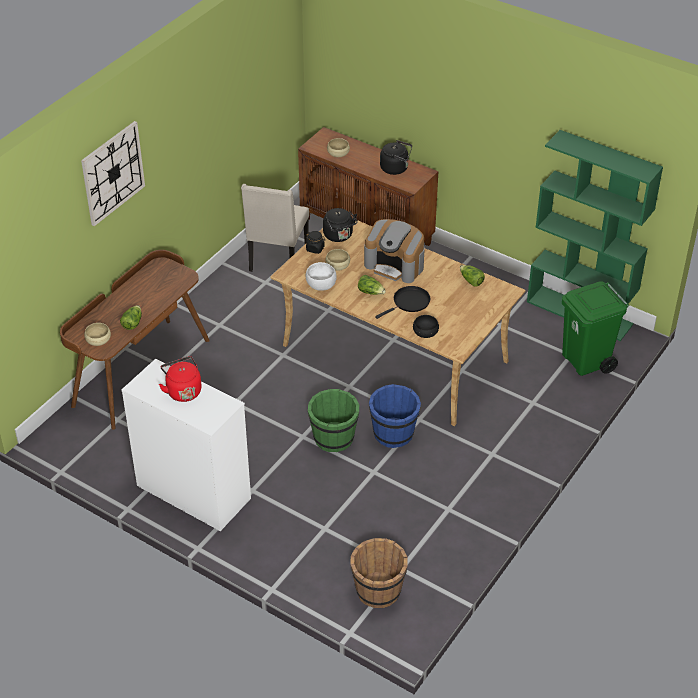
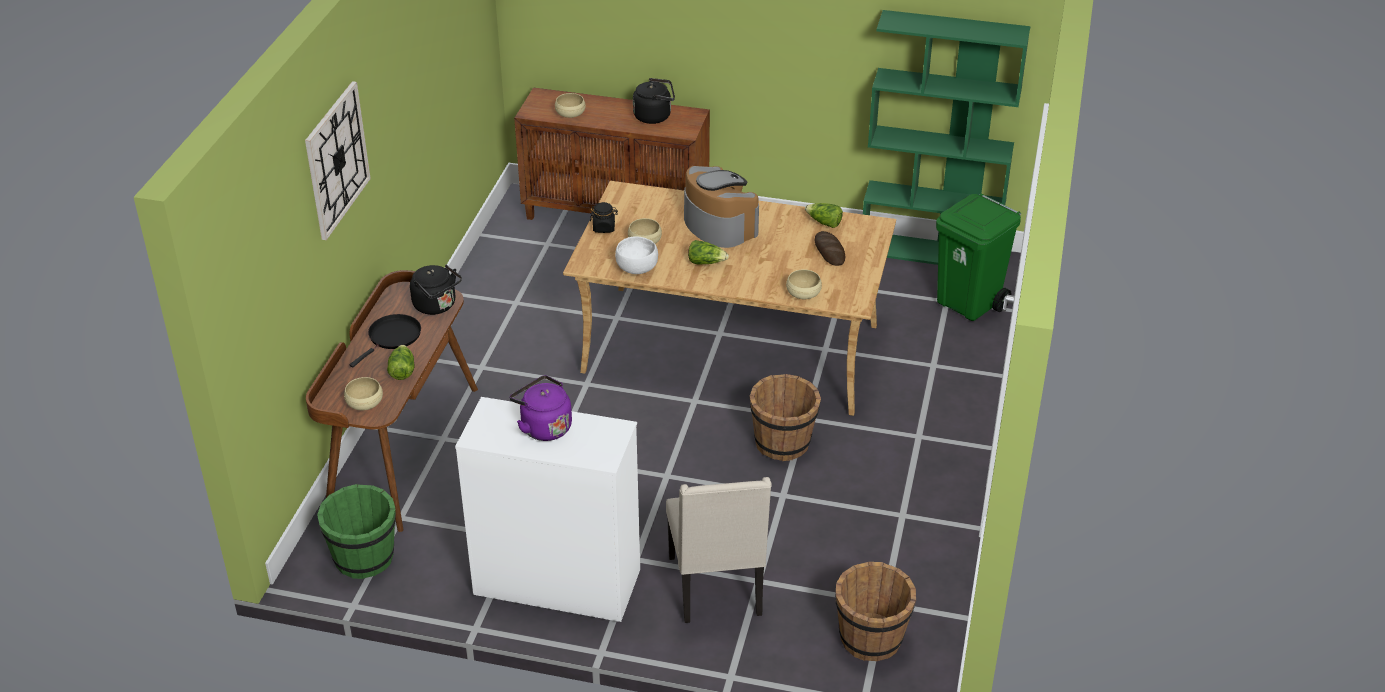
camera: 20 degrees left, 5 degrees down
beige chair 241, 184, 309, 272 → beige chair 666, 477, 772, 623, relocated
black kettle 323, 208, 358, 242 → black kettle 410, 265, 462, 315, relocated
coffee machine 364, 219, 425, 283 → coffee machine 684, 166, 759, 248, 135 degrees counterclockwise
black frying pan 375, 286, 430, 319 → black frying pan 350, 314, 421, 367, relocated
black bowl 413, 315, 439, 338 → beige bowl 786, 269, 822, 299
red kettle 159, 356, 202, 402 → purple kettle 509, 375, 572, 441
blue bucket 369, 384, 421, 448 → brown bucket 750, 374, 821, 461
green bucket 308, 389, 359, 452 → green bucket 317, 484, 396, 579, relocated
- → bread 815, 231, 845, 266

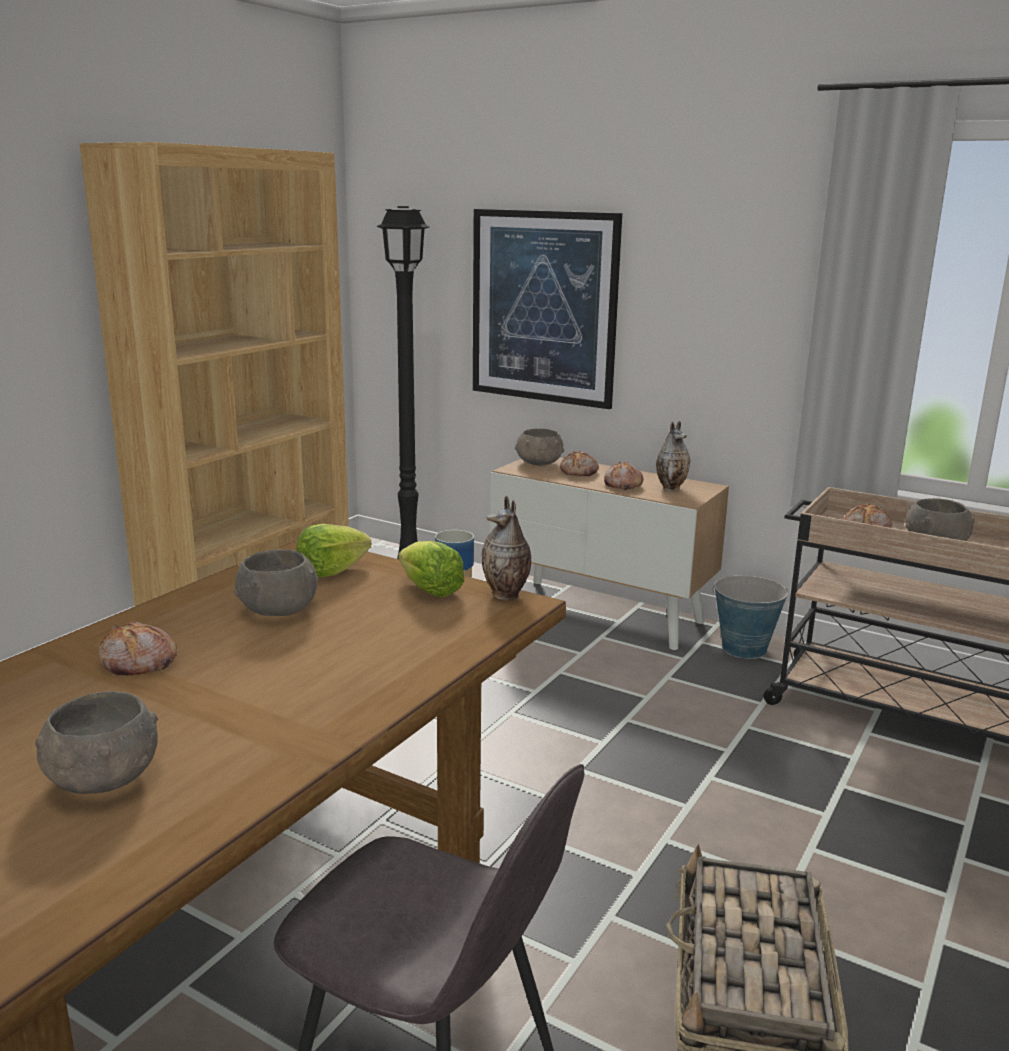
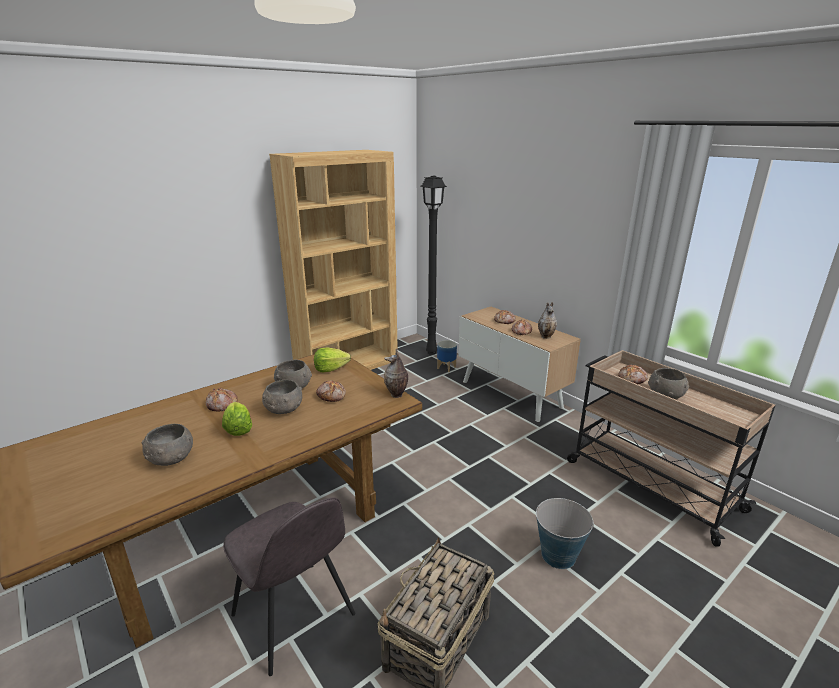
camera: 20 degrees right, 5 degrees up
picture 473, 209, 622, 409 → -
grey bowl 515, 429, 564, 466 → grey bowl 262, 380, 302, 414, relocated
lettuce 399, 541, 464, 597 → lettuce 222, 402, 252, 436, relocated
bucket 712, 575, 788, 659 → bucket 536, 498, 594, 569, relocated
- → bread 316, 380, 346, 402

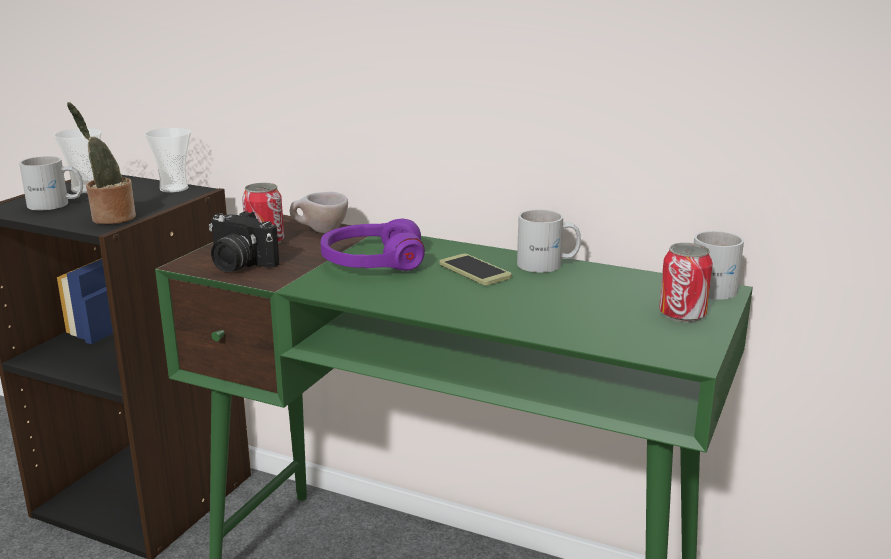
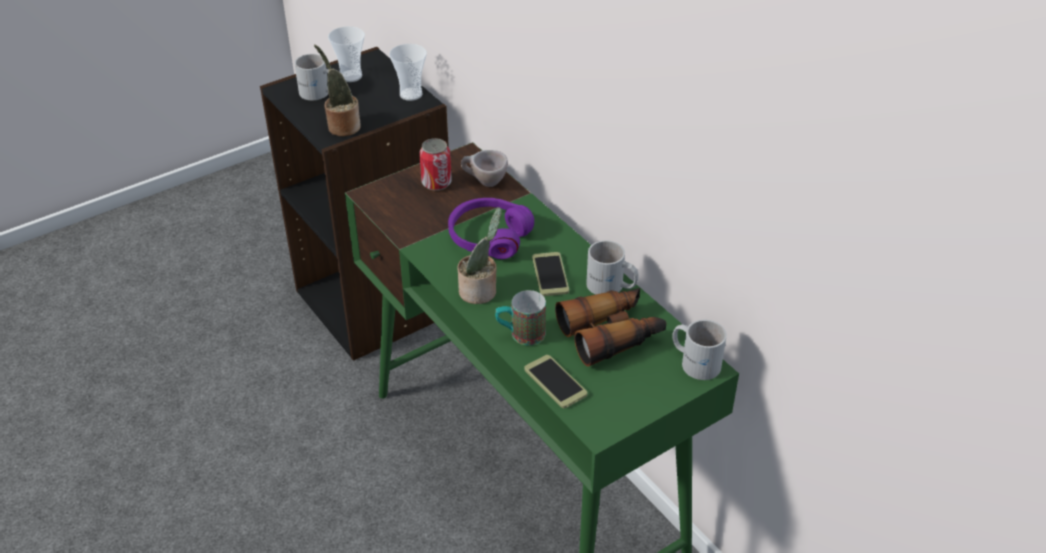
camera: 30 degrees right, 20 degrees up
photo camera 209, 211, 279, 272 → -
can 659, 243, 713, 323 → -
- → potted plant 458, 207, 502, 304
- → binoculars 555, 288, 666, 367
- → mug 495, 290, 546, 346
- → phone 524, 355, 587, 408

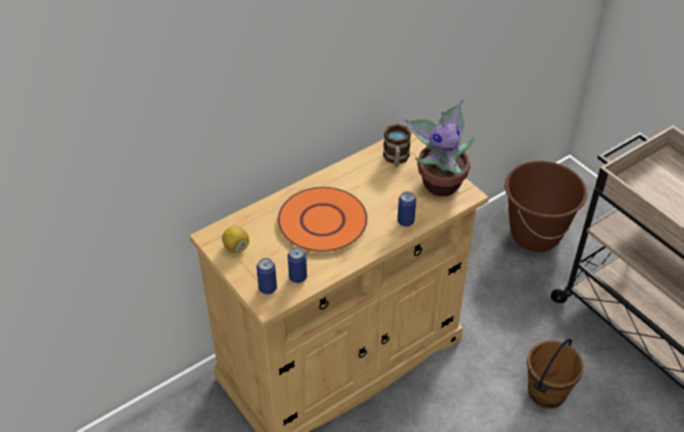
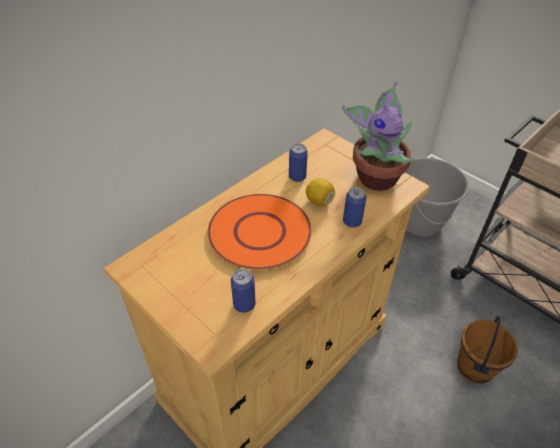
camera: 10 degrees left, 0 degrees up
mug 383, 124, 411, 167 → -
brown bucket 505, 161, 587, 252 → grey bucket 405, 158, 470, 237
lemon 222, 226, 249, 253 → lemon 306, 178, 335, 206, relocated
can 257, 258, 277, 294 → can 289, 143, 308, 182, relocated

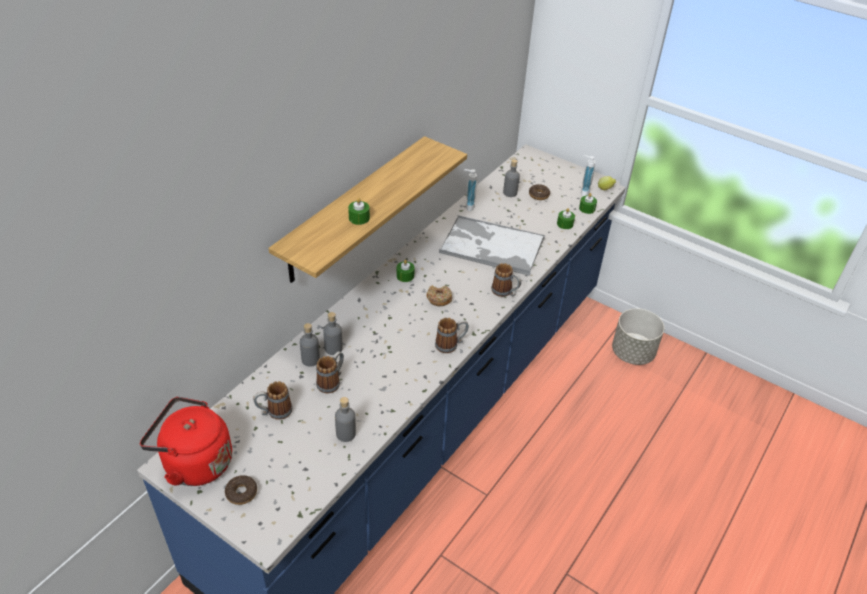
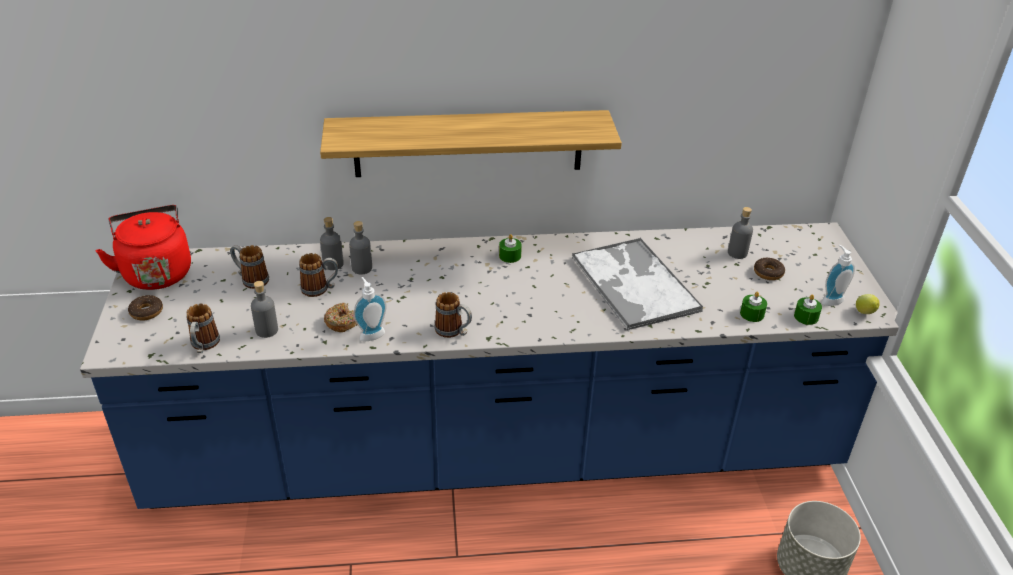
camera: 50 degrees right, 5 degrees down
soap dispenser 464, 169, 477, 211 → soap dispenser 354, 277, 387, 342, relocated
green candle 348, 198, 370, 225 → -
mug 492, 263, 521, 297 → mug 187, 304, 220, 353, relocated
donut 427, 285, 452, 306 → donut 324, 303, 357, 332, relocated

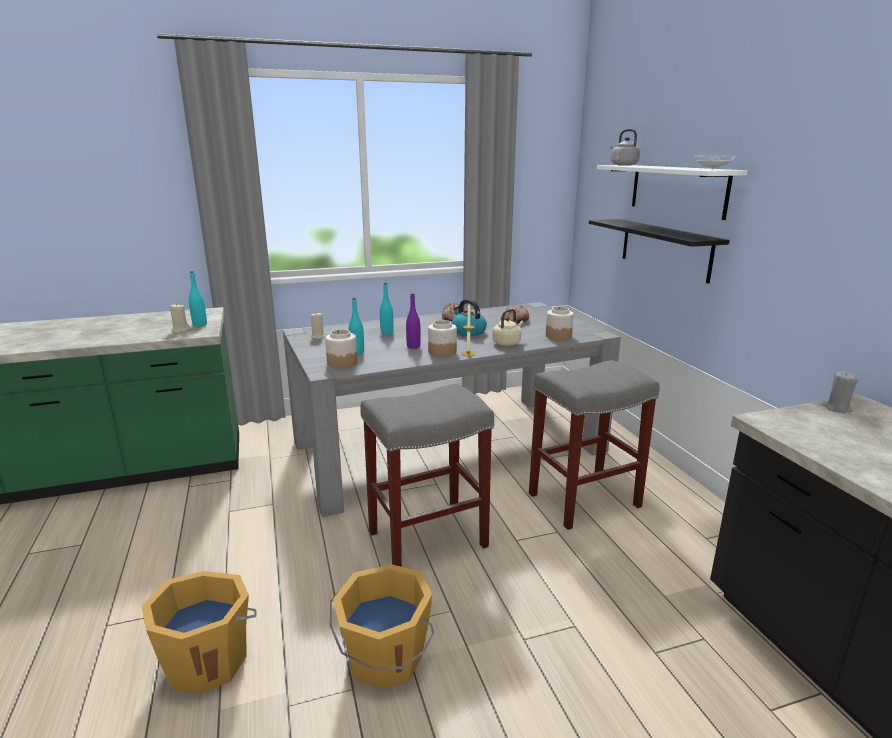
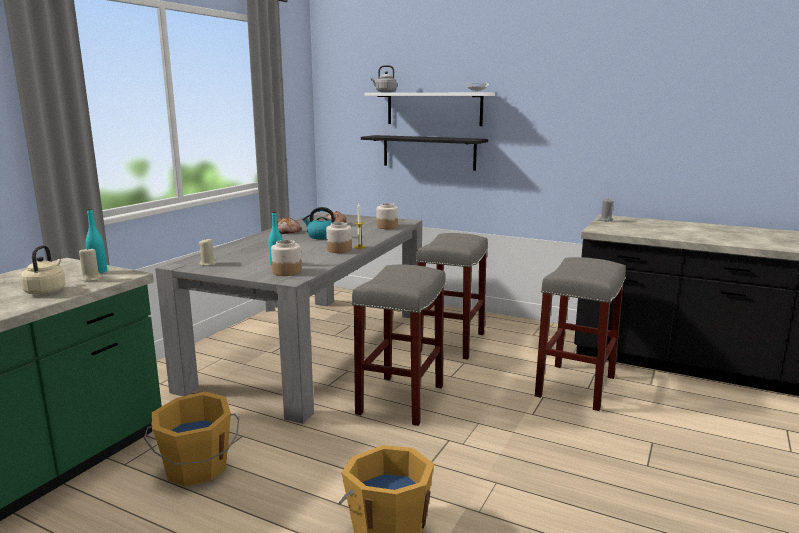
camera: 45 degrees left, 5 degrees down
turquoise bottle 380, 283, 394, 335 → -
purple bottle 406, 293, 421, 349 → -
beige kettle 492, 309, 523, 346 → beige kettle 20, 245, 66, 295, relocated
orange bucket 330, 564, 434, 690 → orange bucket 144, 392, 239, 486, relocated
- → grey stool 535, 257, 626, 411

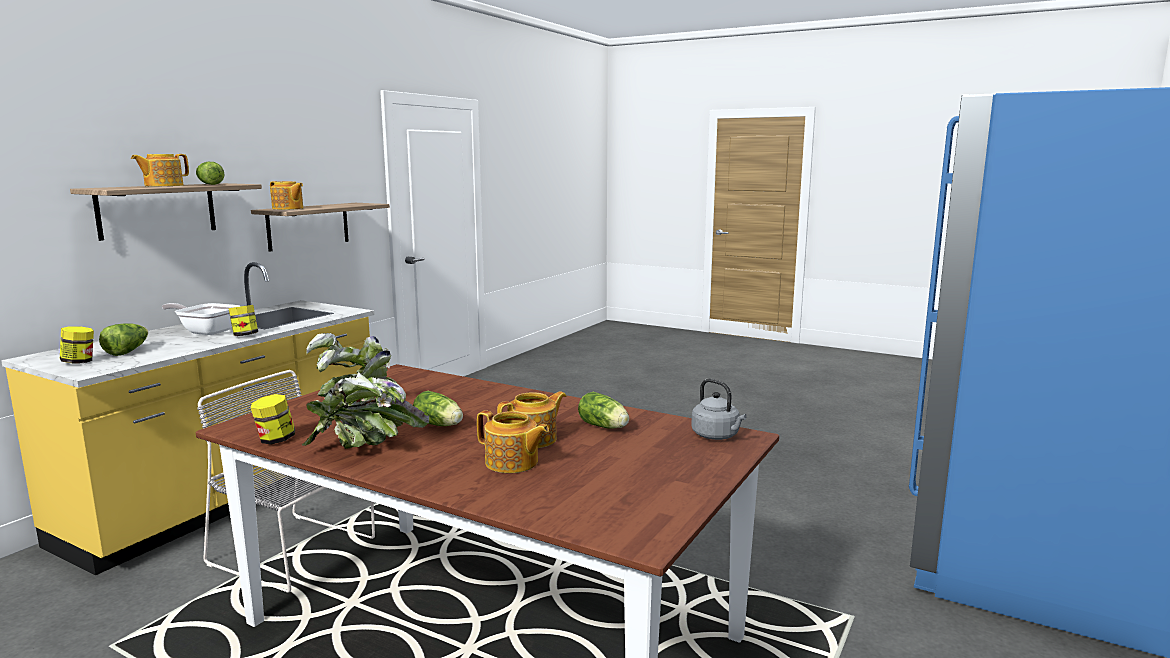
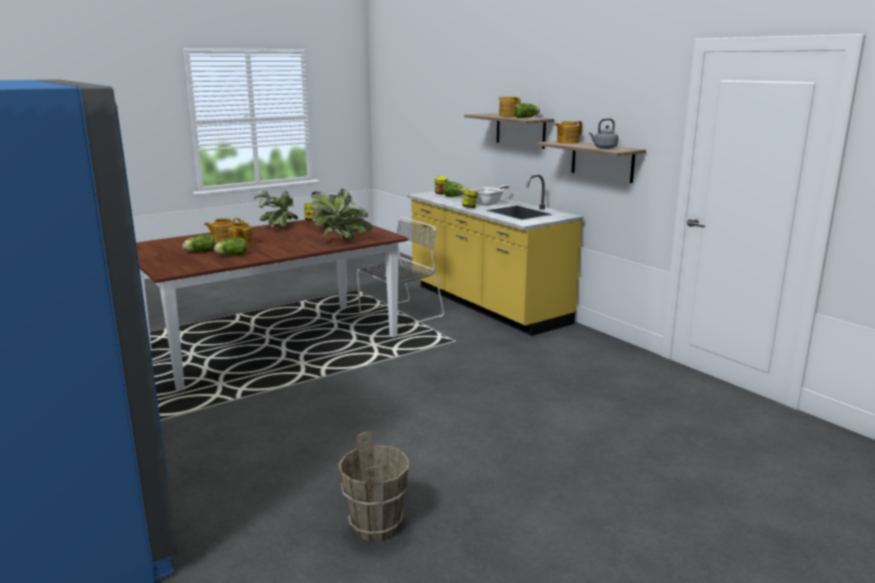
camera: 115 degrees right, 5 degrees up
grey kettle 691, 379, 746, 440 → grey kettle 589, 118, 618, 149, relocated
lettuce 413, 391, 463, 426 → lettuce 183, 234, 215, 252, relocated
- → potted plant 322, 196, 373, 240
- → brown bucket 339, 432, 409, 542

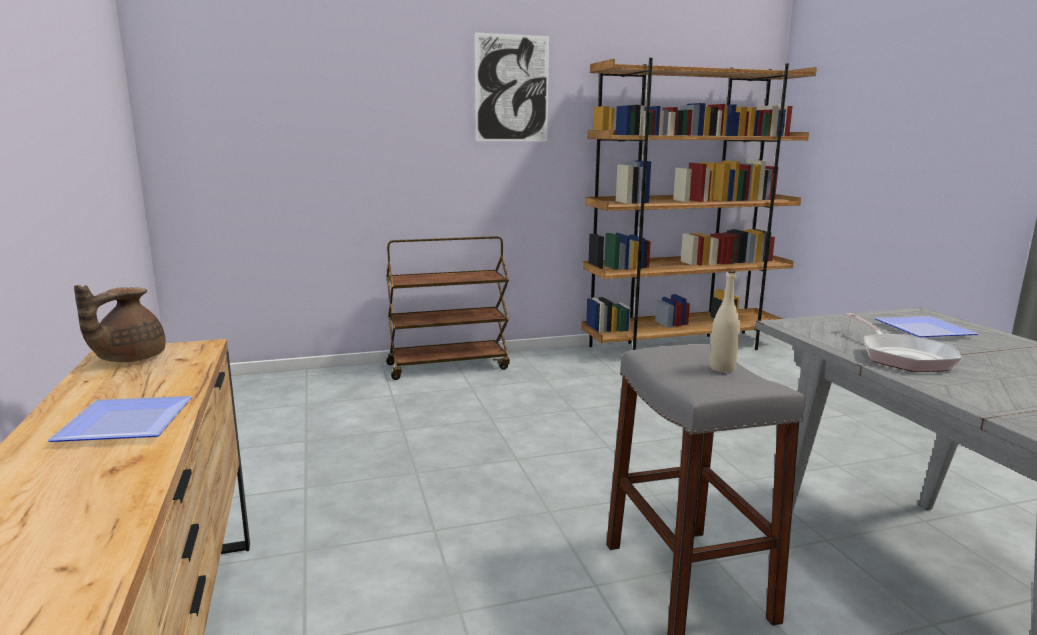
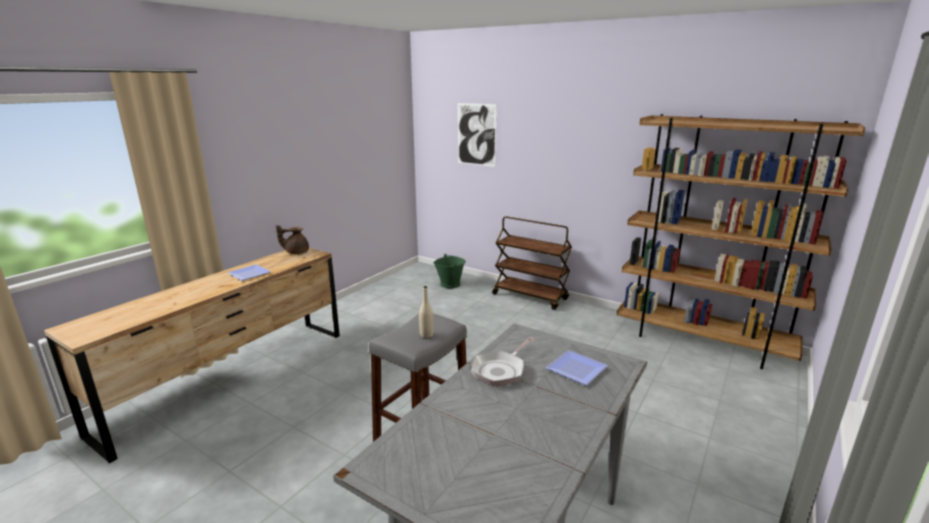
camera: 50 degrees right, 5 degrees up
picture 475, 32, 549, 141 → picture 458, 103, 497, 167, relocated
- → green bucket 433, 254, 466, 288

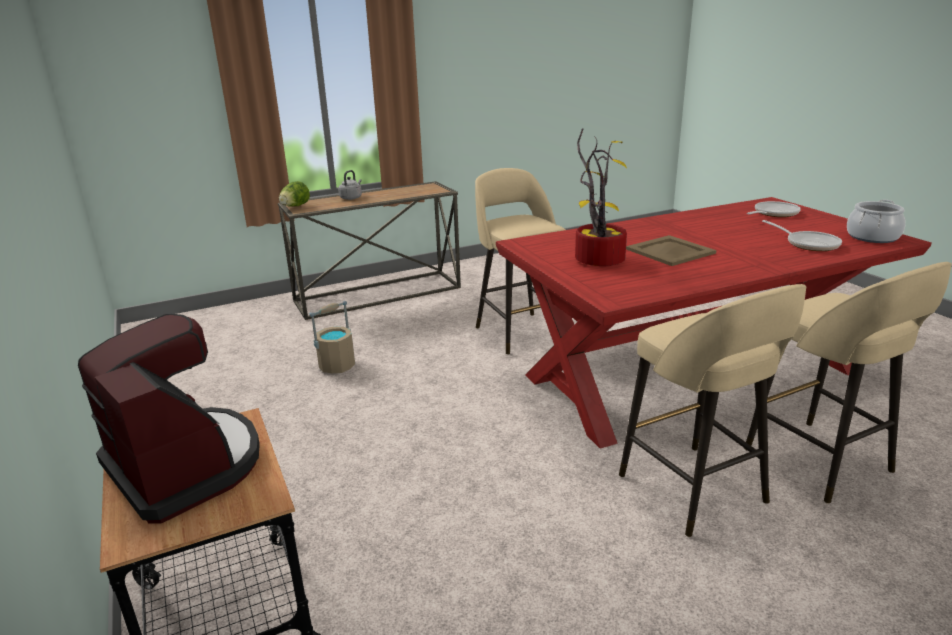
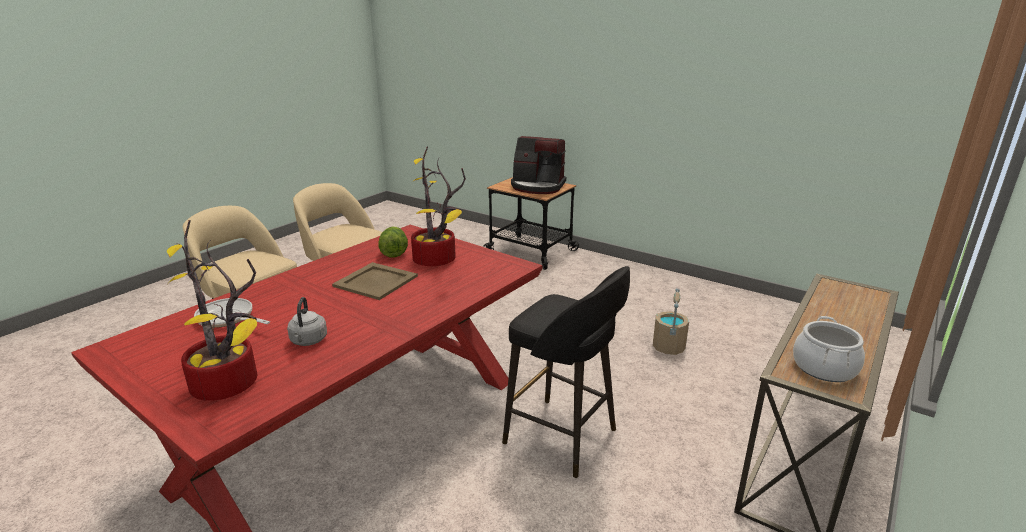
camera: 150 degrees right, 0 degrees up
beige stool 475, 168, 566, 354 → black stool 502, 266, 630, 478
grey kettle 338, 170, 362, 200 → grey kettle 287, 297, 327, 346, relocated
lettuce 279, 181, 310, 206 → lettuce 378, 227, 408, 258, relocated
cooking pot 847, 200, 906, 243 → cooking pot 793, 316, 865, 382, relocated
frying pan 747, 201, 801, 217 → potted plant 167, 220, 258, 401

